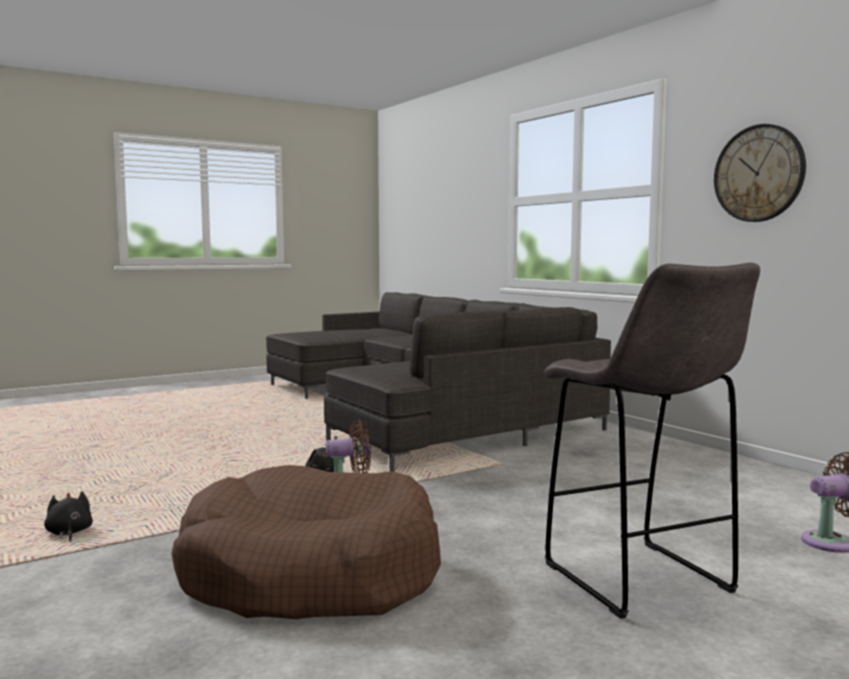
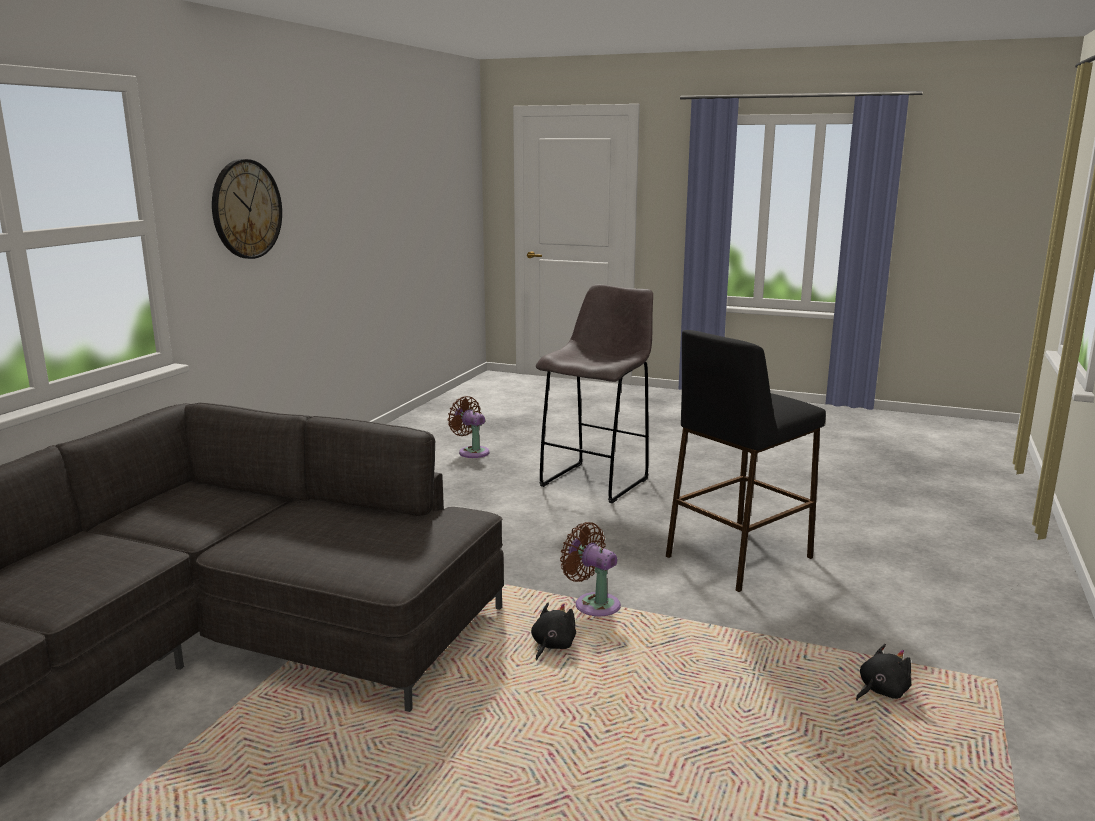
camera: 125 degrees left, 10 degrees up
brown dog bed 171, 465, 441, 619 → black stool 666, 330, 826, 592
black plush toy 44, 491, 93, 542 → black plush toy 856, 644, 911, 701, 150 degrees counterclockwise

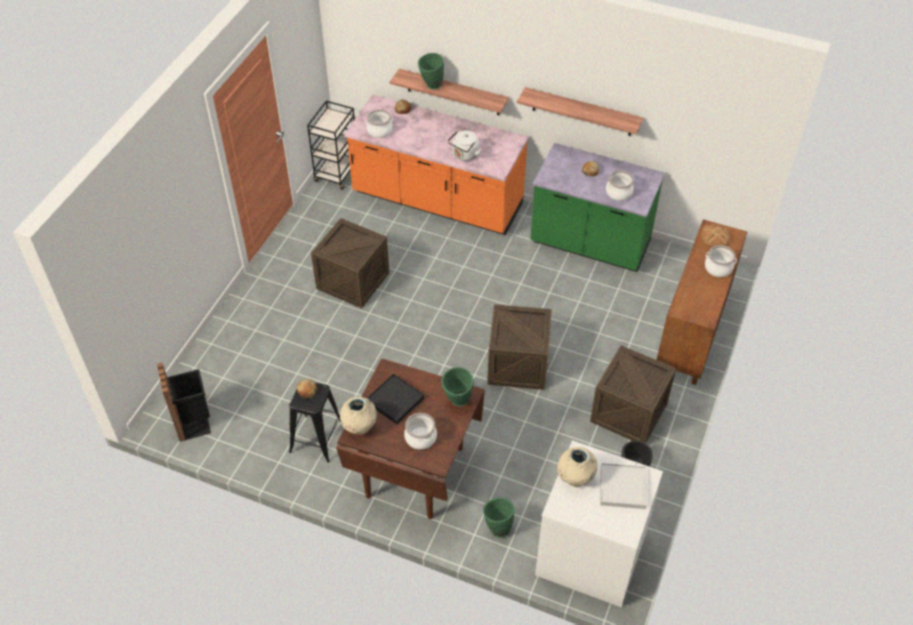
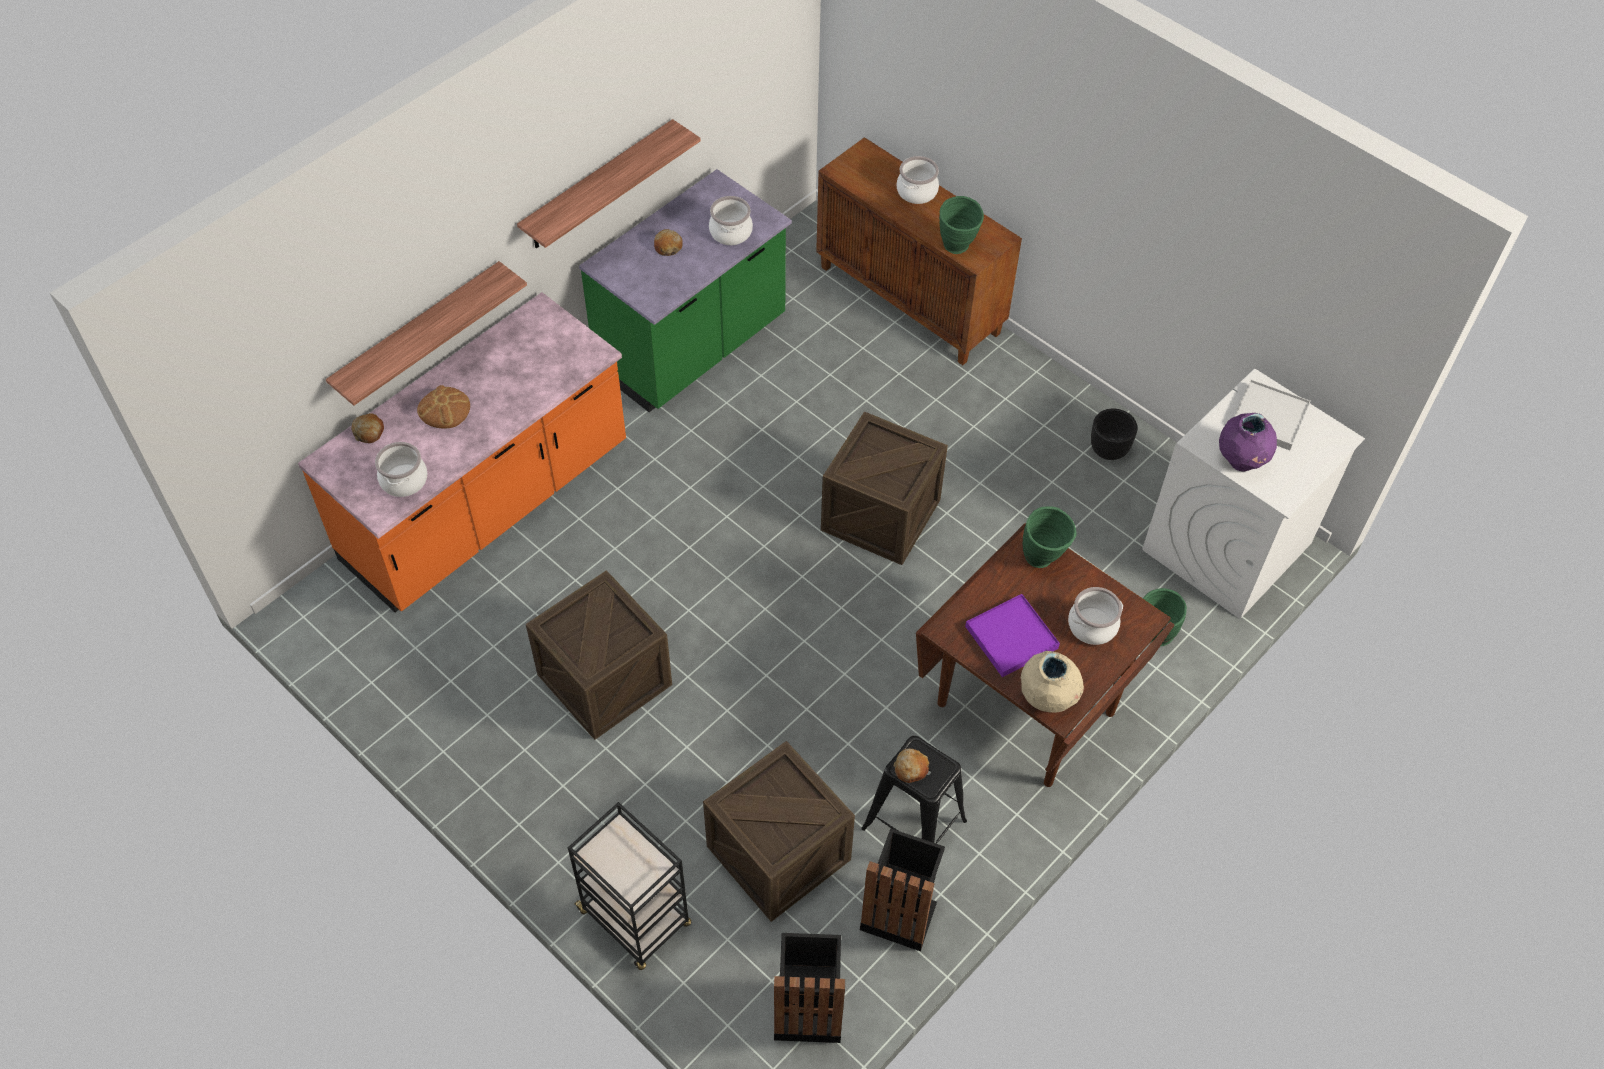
camera: 70 degrees left, 5 degrees up
green vase 418, 53, 444, 90 → green vase 939, 196, 984, 254, relocated
black cart 307, 101, 355, 190 → black cart 568, 802, 691, 970, relocated
white kettle 448, 130, 482, 161 → -
bread 701, 225, 731, 248 → bread 417, 385, 470, 428, relocated
crate 590, 345, 676, 443 → crate 703, 741, 855, 922, relocated
black tray 368, 374, 424, 424 → purple tray 965, 594, 1060, 677
beige vase 557, 447, 597, 487 → purple vase 1219, 413, 1277, 471
- → black trash can 860, 828, 945, 951

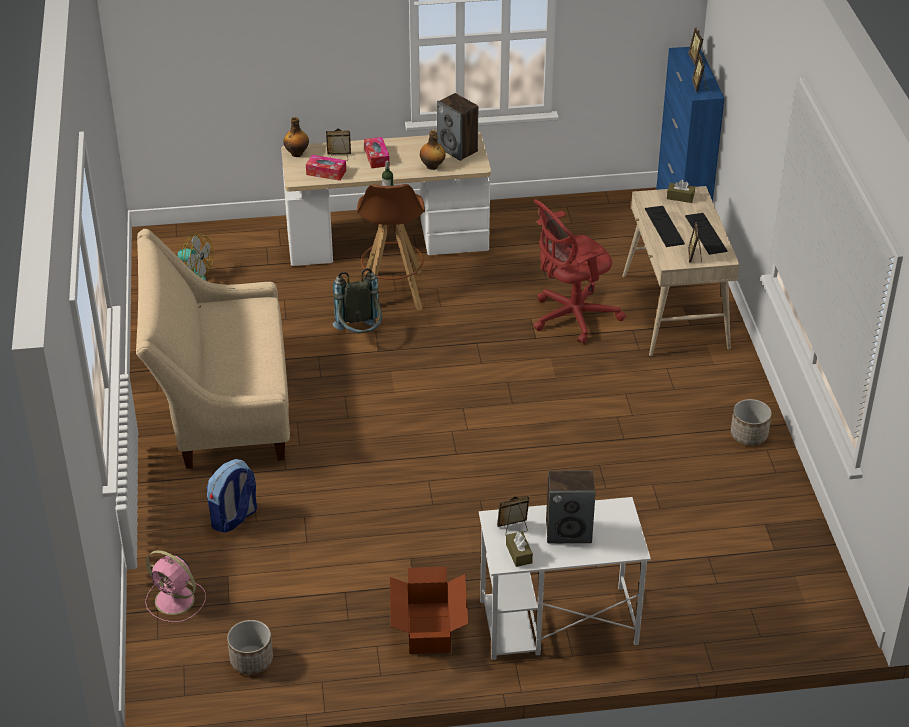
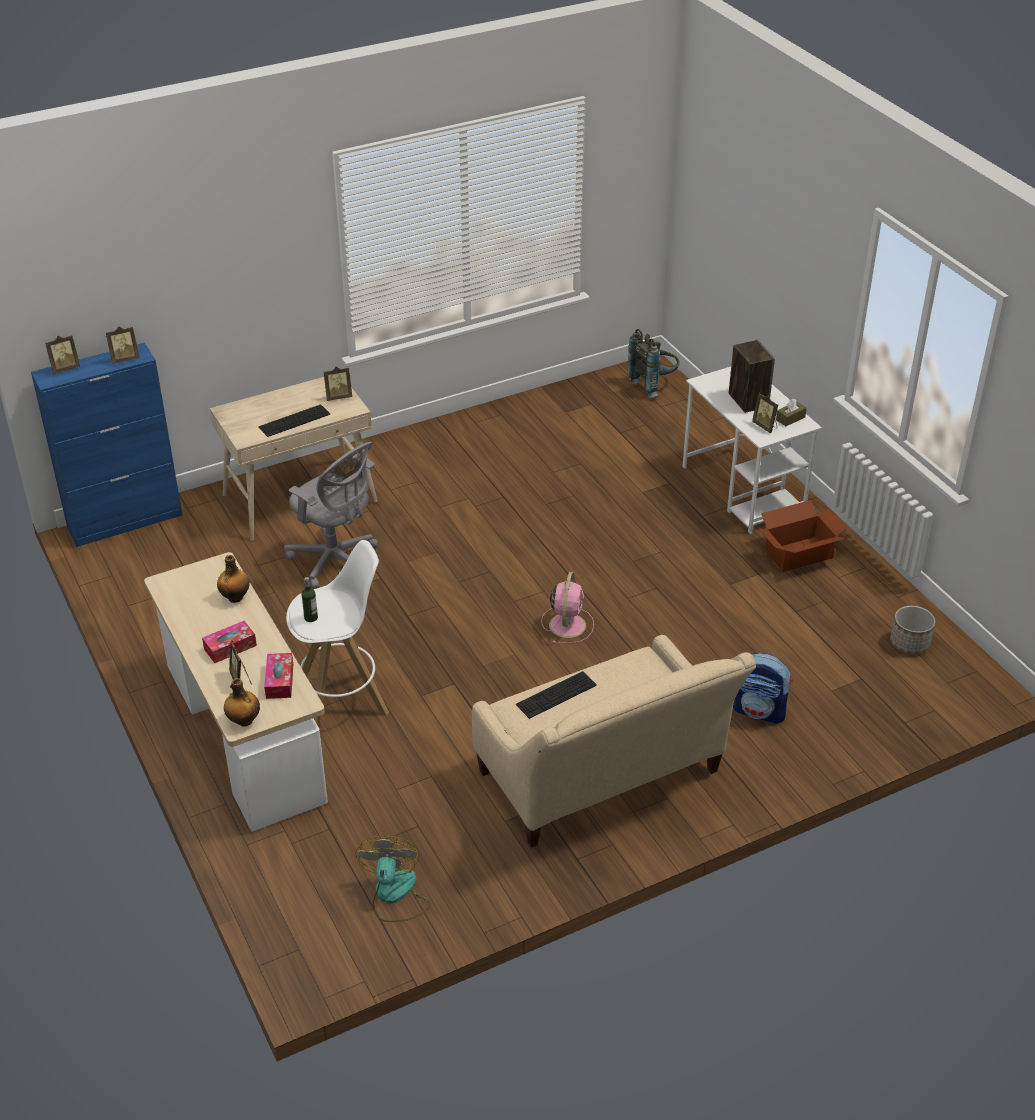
camera: 110 degrees left, 0 degrees up
speaker 437, 93, 478, 161 → -
brown tissue box 667, 180, 695, 203 → -
brown stool 356, 184, 425, 311 → white stool 286, 540, 389, 727
red office chair 534, 199, 626, 343 → grey office chair 284, 442, 378, 589
keyboard 685, 213, 728, 255 → keyboard 516, 671, 597, 719, relocated
grey backpack 332, 268, 382, 333 → grey backpack 628, 329, 680, 398, relocated
planter 731, 399, 772, 446 → -
pink fan 145, 550, 206, 623 → pink fan 541, 572, 594, 643, relocated

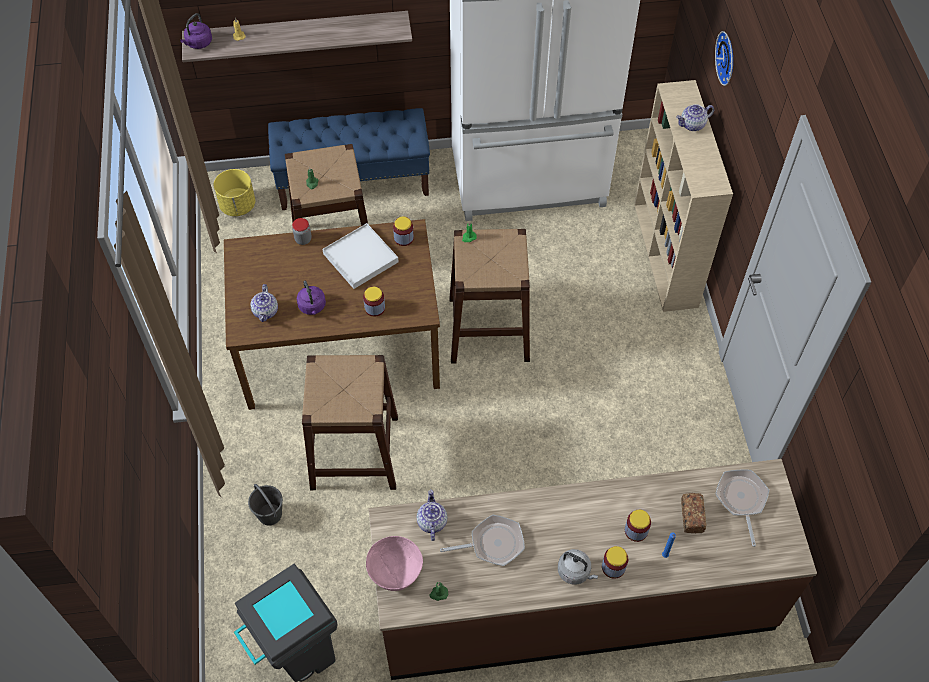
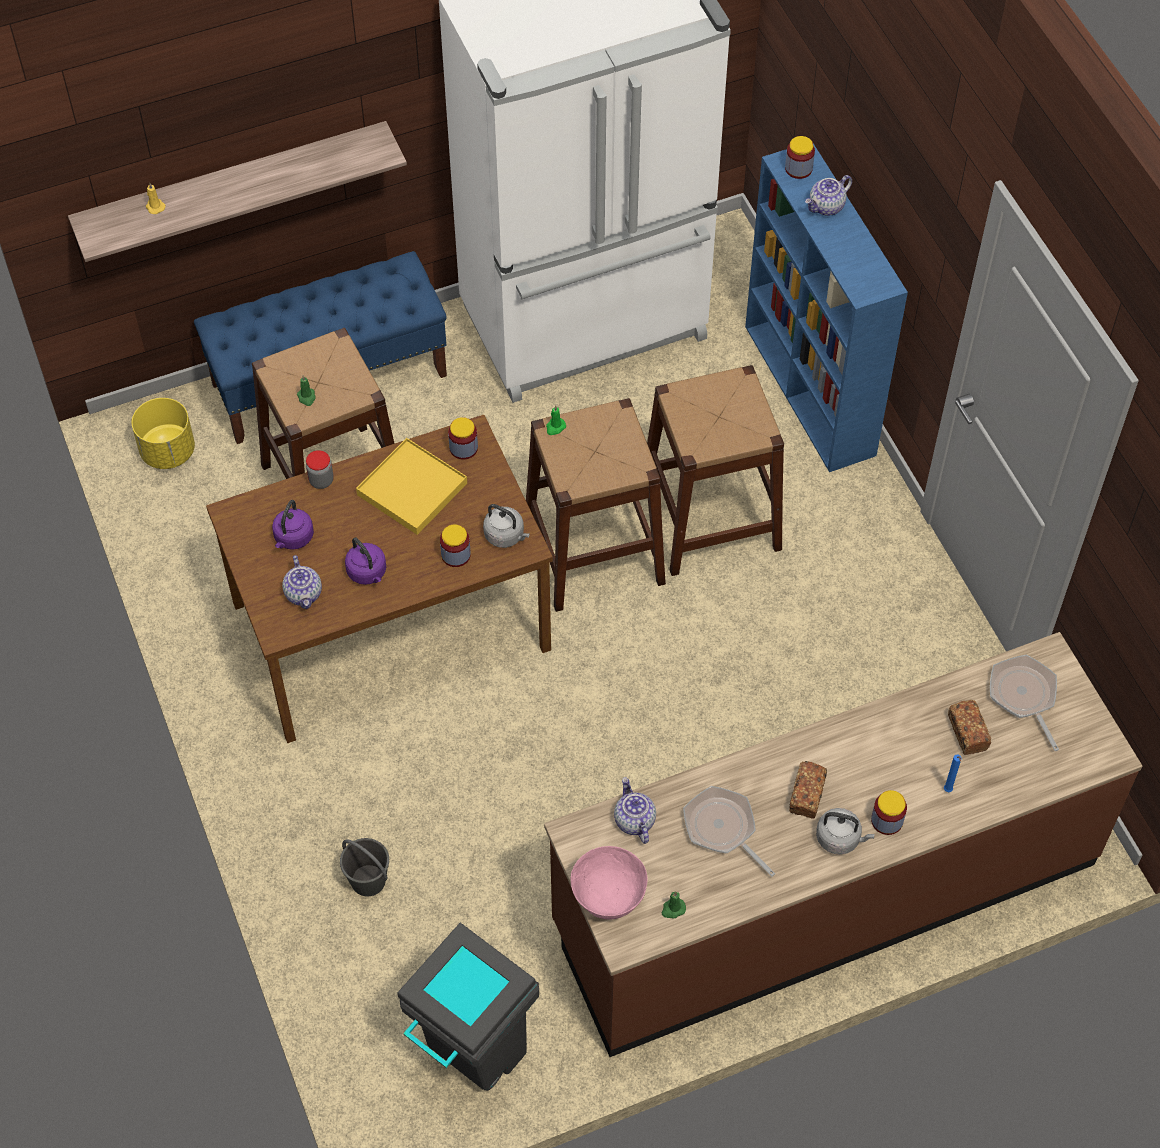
camera: 15 degrees left, 0 degrees up
purple kettle 180, 13, 212, 49 → purple kettle 272, 500, 314, 550, relocated
wall clock 715, 31, 733, 86 → -
beige bookcase 634, 80, 733, 312 → blue bookcase 745, 144, 908, 472
white tray 322, 223, 399, 289 → yellow tray 356, 438, 467, 535
brown stool 302, 355, 398, 490 → brown stool 647, 365, 784, 576, relocated
jar 625, 510, 651, 542 → jar 785, 136, 815, 179, relocated
frying pan 440, 515, 525, 566 → frying pan 683, 786, 775, 877, 105 degrees counterclockwise
- → grey kettle 483, 504, 530, 548
- → bread 789, 761, 827, 819

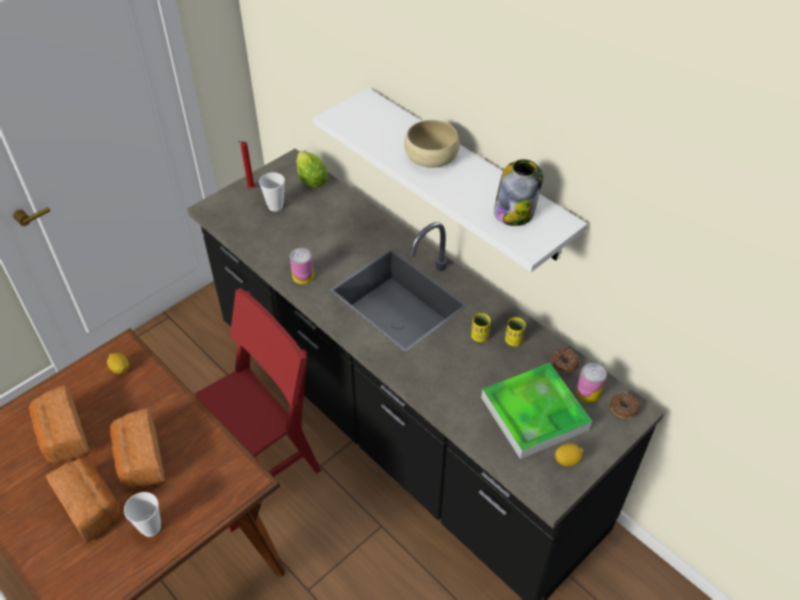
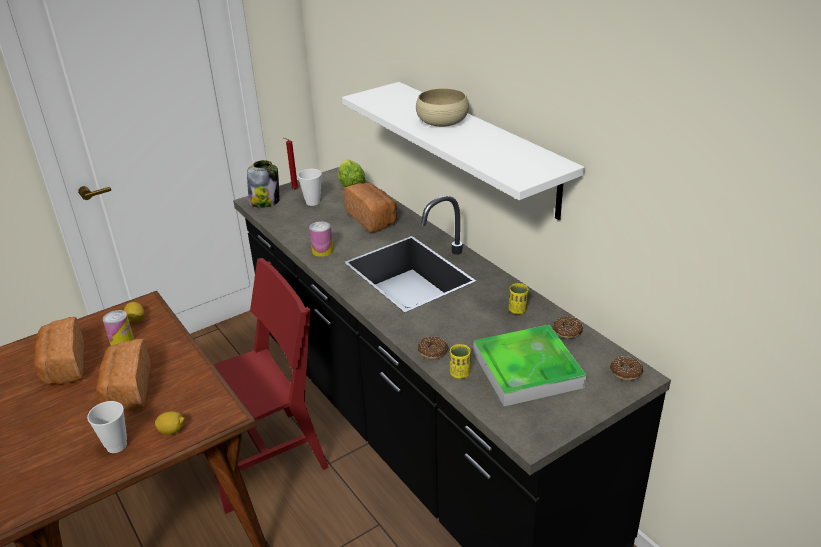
camera: 10 degrees right, 15 degrees down
jar 494, 159, 543, 226 → jar 247, 160, 280, 208, relocated
yellow cup 471, 313, 491, 342 → yellow cup 450, 344, 471, 379, relocated
can 576, 363, 607, 403 → can 103, 310, 134, 346, relocated
lemon 555, 443, 584, 466 → lemon 155, 411, 185, 435, relocated
bread 45, 458, 121, 543 → bread 343, 183, 397, 233, relocated
- → donut 418, 336, 448, 359

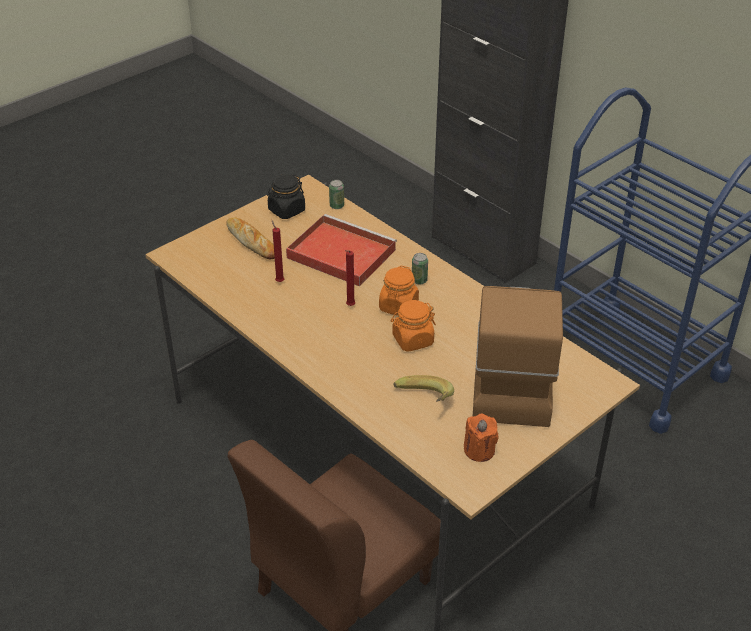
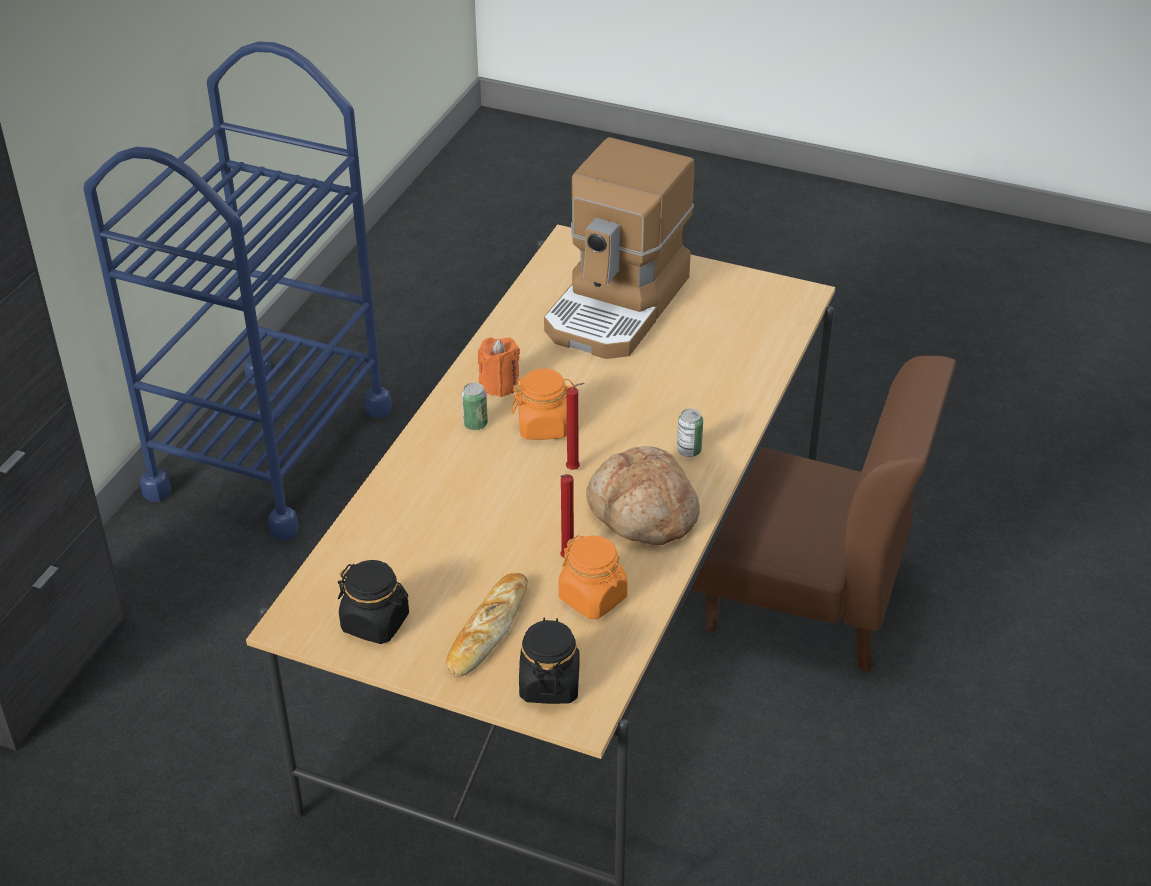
camera: 115 degrees left, 0 degrees up
can 329, 180, 344, 209 → can 677, 408, 703, 457, relocated
red tray 286, 214, 397, 287 → -
coffee machine 473, 286, 563, 427 → coffee machine 544, 137, 694, 359, 45 degrees counterclockwise
orange jar 391, 300, 436, 352 → orange jar 559, 535, 628, 619, relocated
banana 393, 375, 454, 402 → -
orange candle 464, 414, 499, 462 → orange candle 478, 337, 520, 397, relocated
- → bread 586, 446, 700, 545
- → black jar 519, 618, 579, 704

